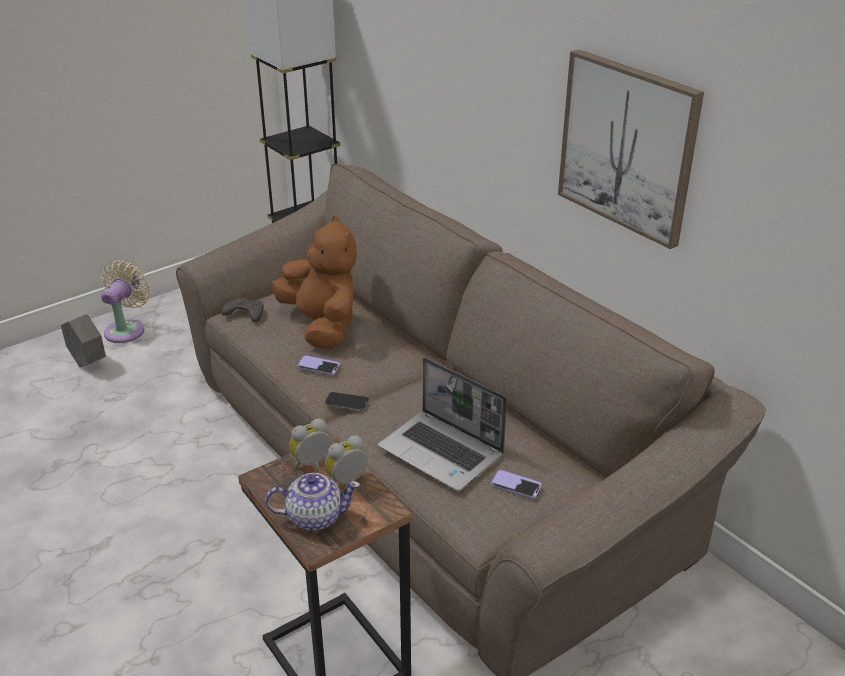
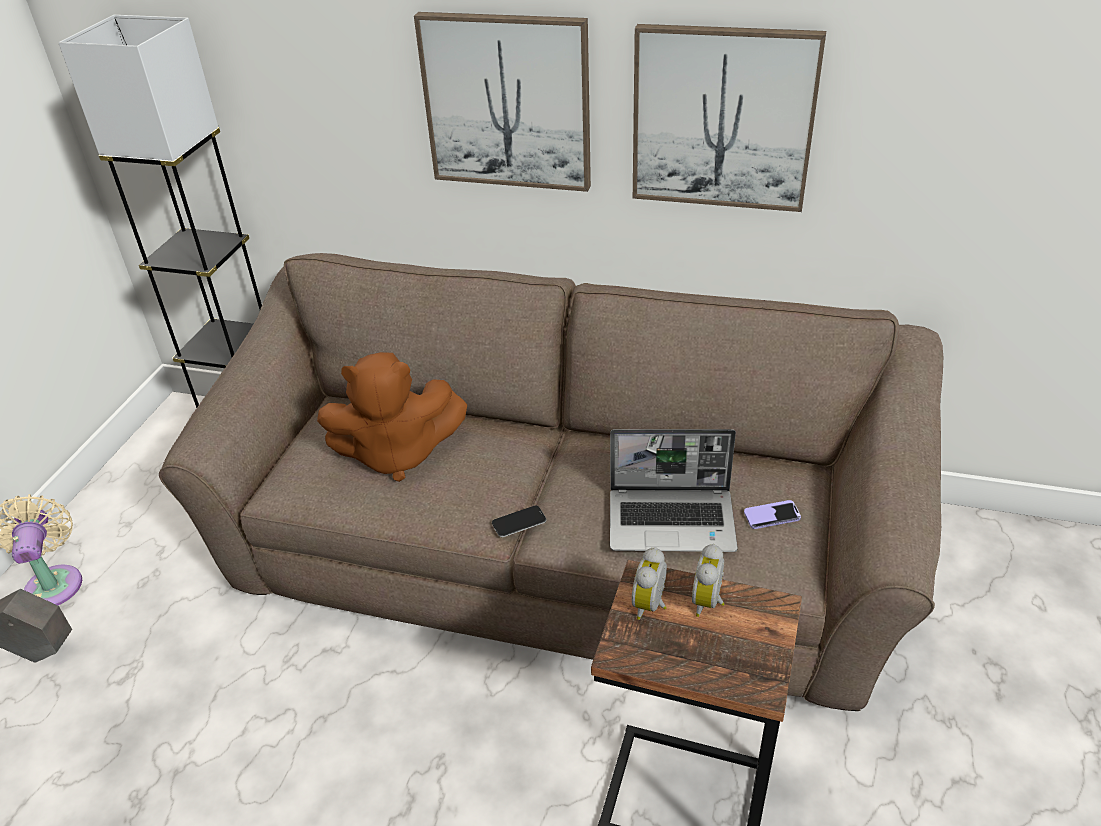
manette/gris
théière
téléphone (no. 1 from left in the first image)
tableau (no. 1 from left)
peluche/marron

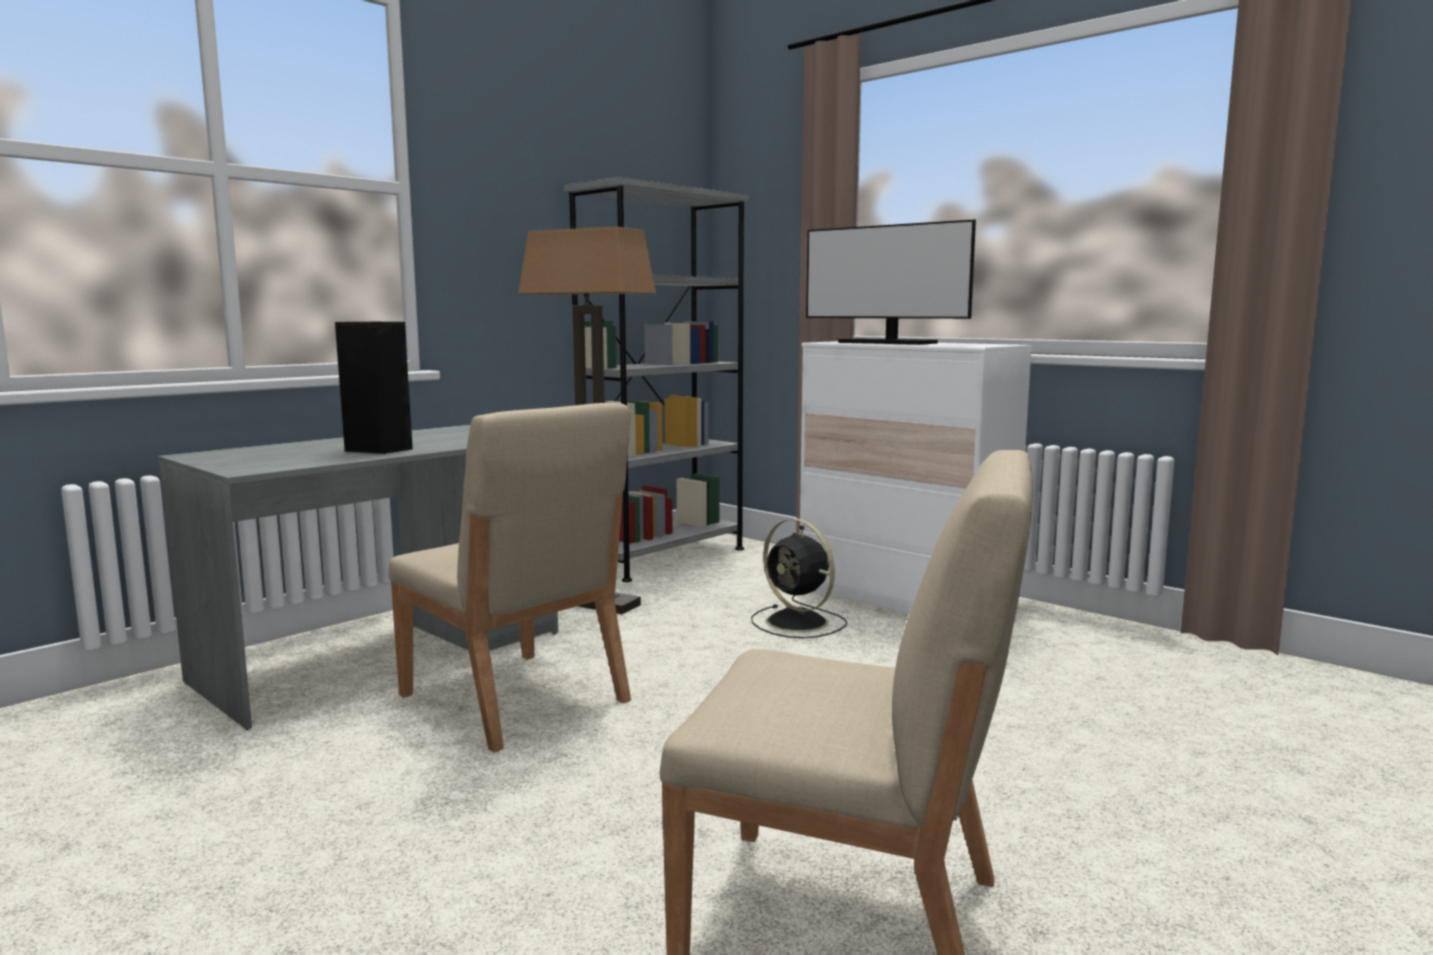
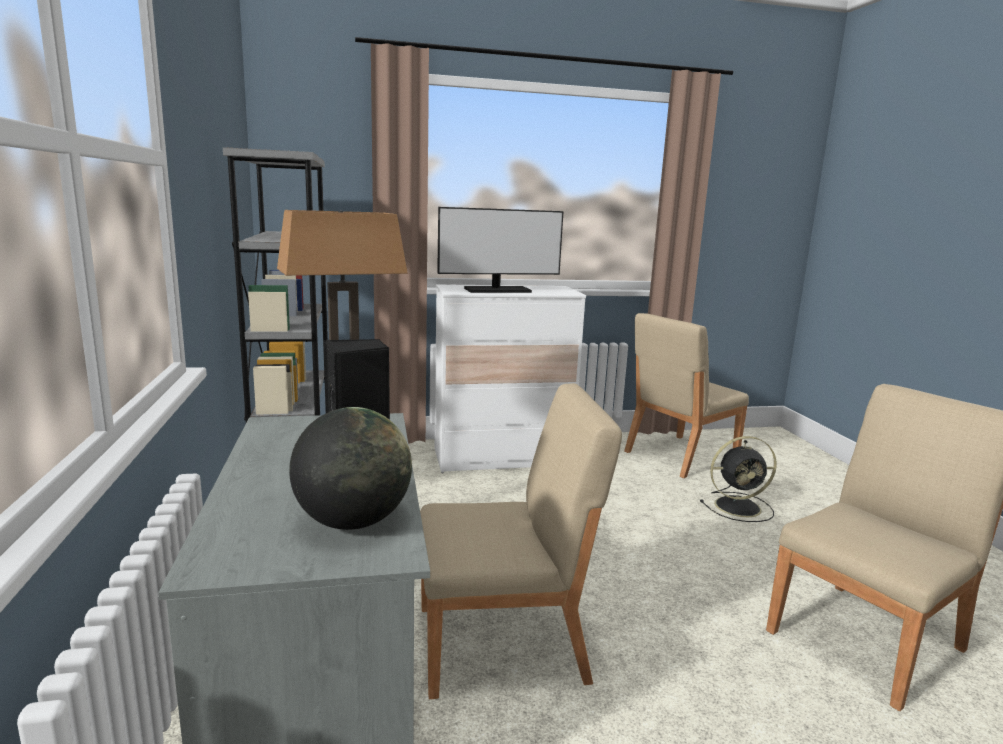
globe
chaise/beige (no. 2 from left)
ventilateur/noir

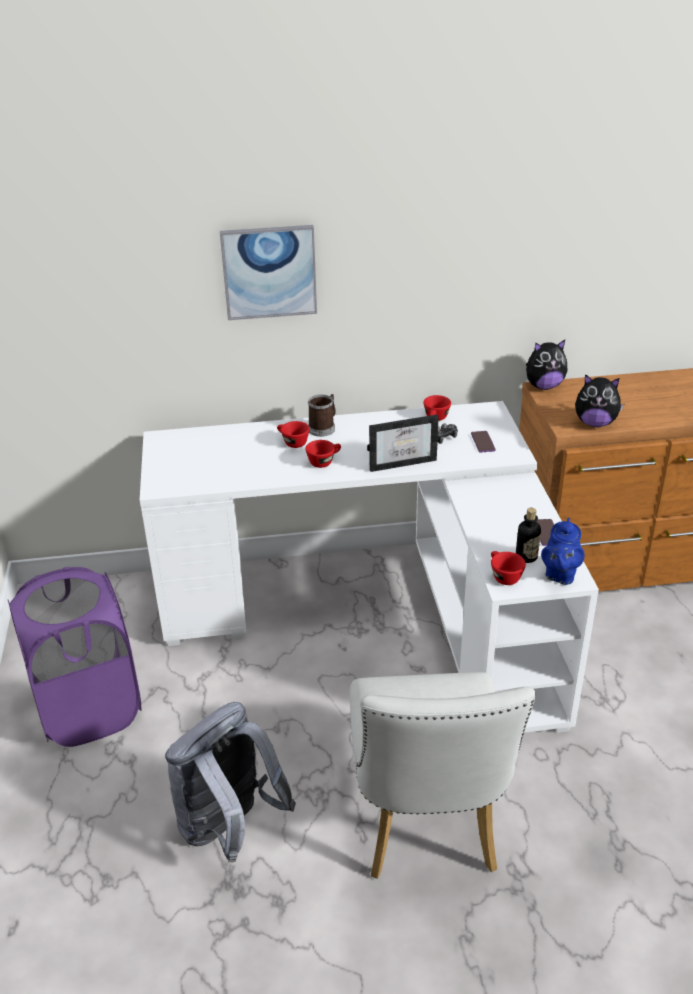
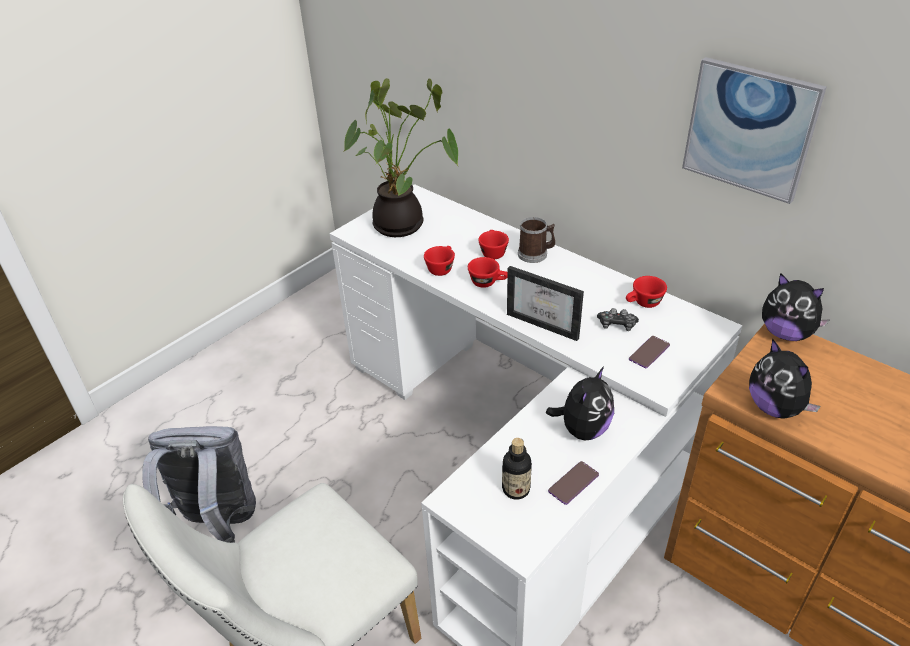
panier à linge/violet
théière/bleu
plante en pot
peluche (no. 1 from left)
tableau
tasse/rouge (no. 1 from left)

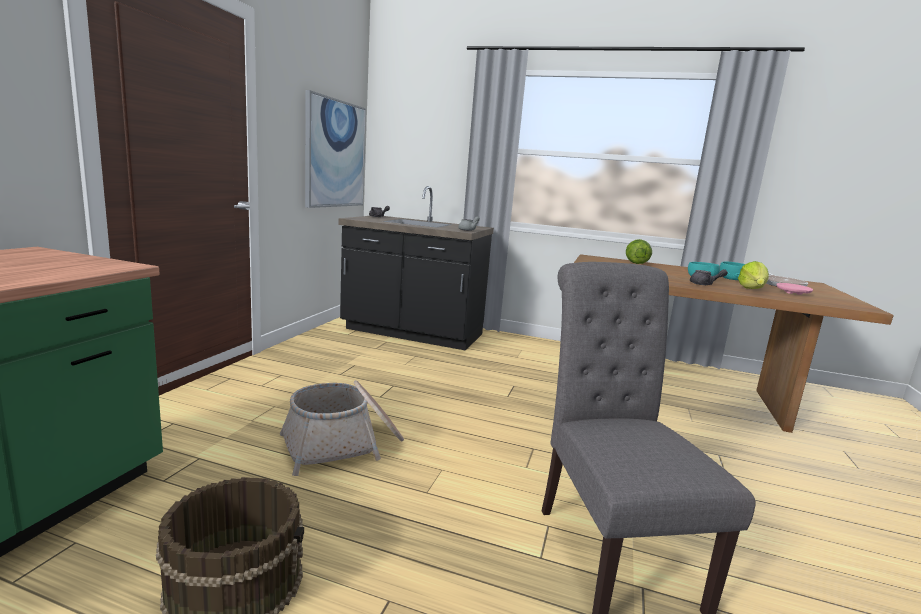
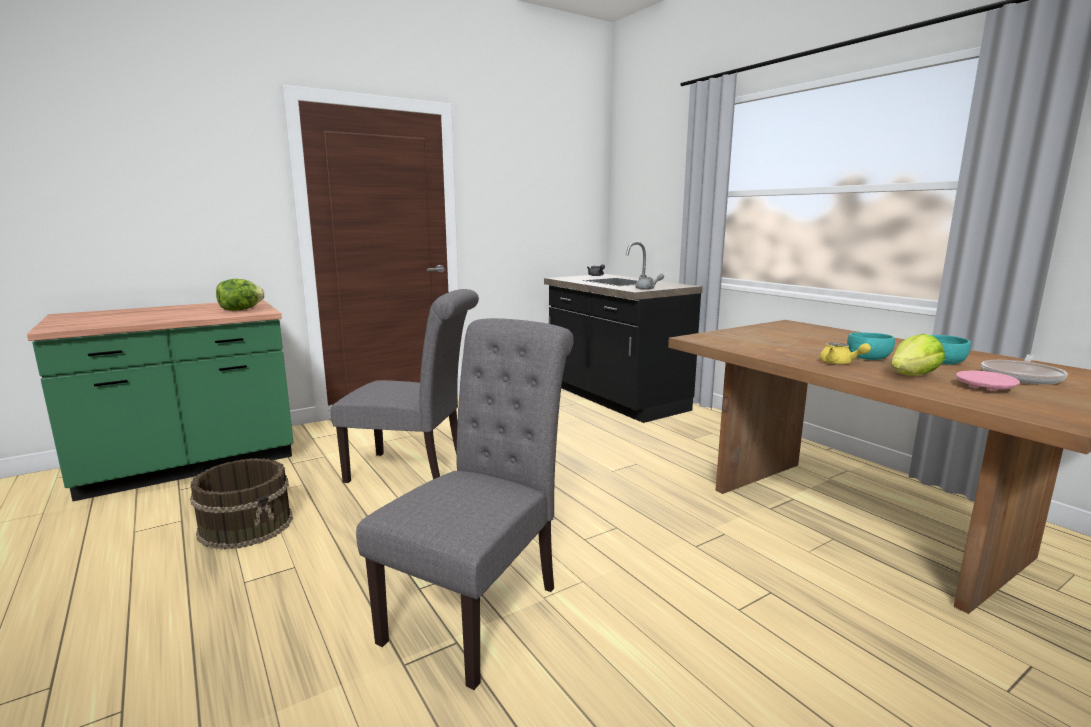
tableau
laitue (no. 1 from left)
chaise/gris (no. 1 from left)
théière/jaune

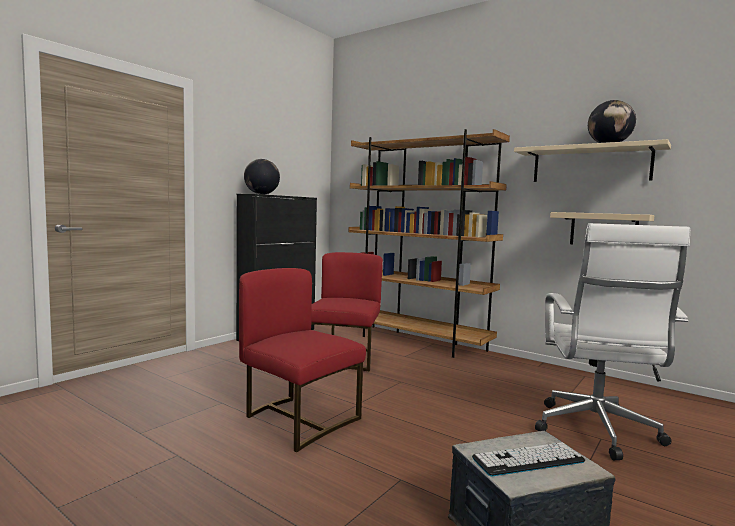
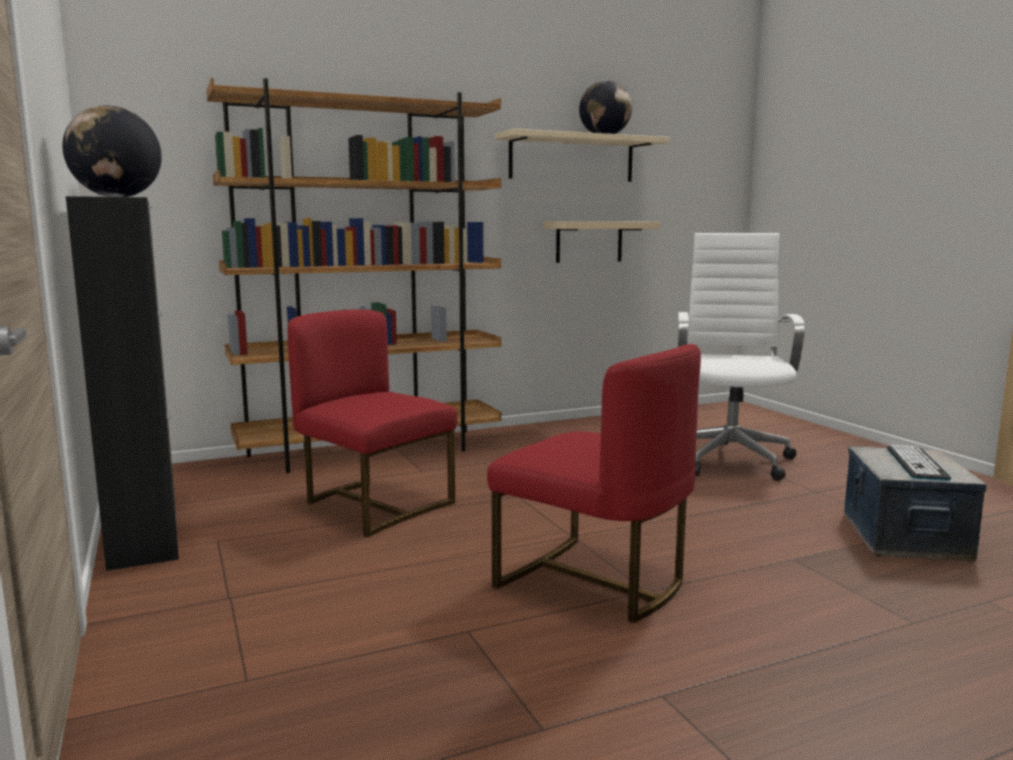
chaise/rouge (no. 2 from left)
chaise de bureau/blanc

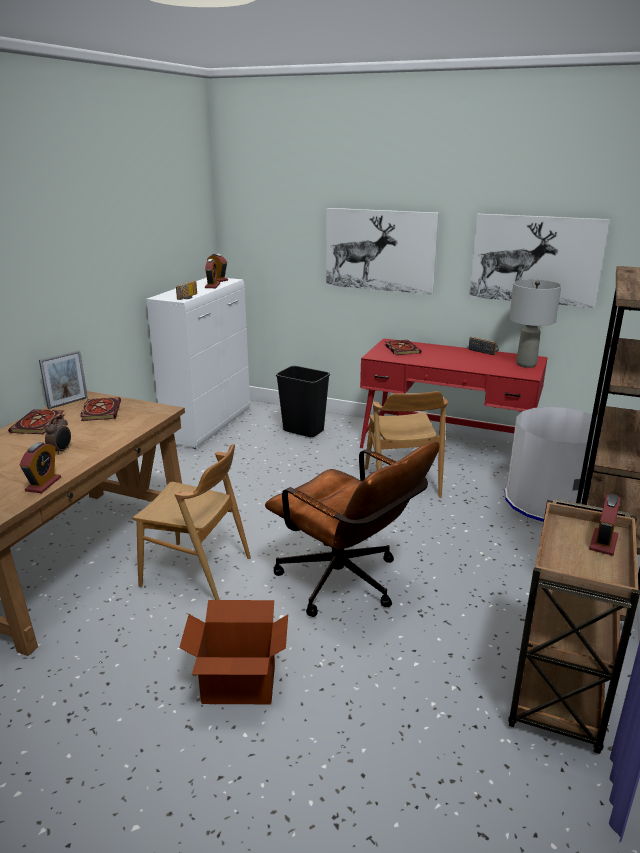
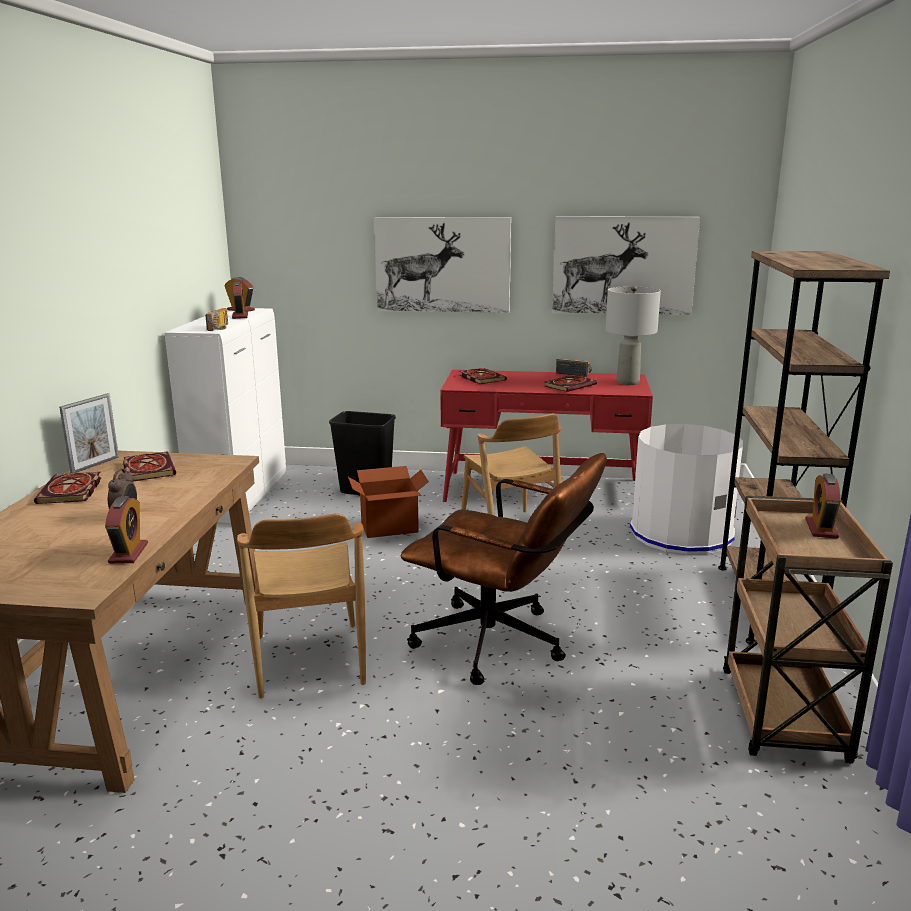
livre (no. 4 from left)
carton
chaise/marron (no. 1 from left)

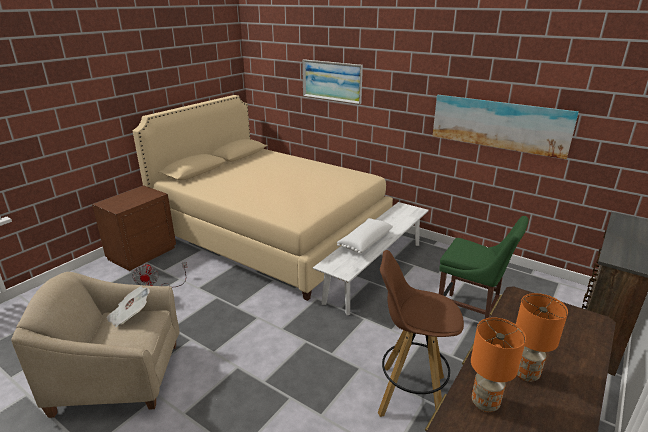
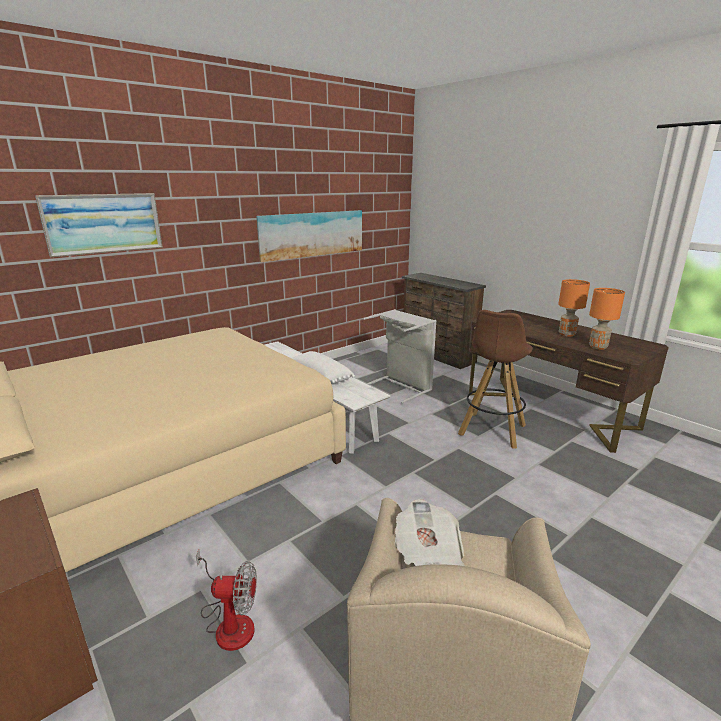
panier à linge/gris

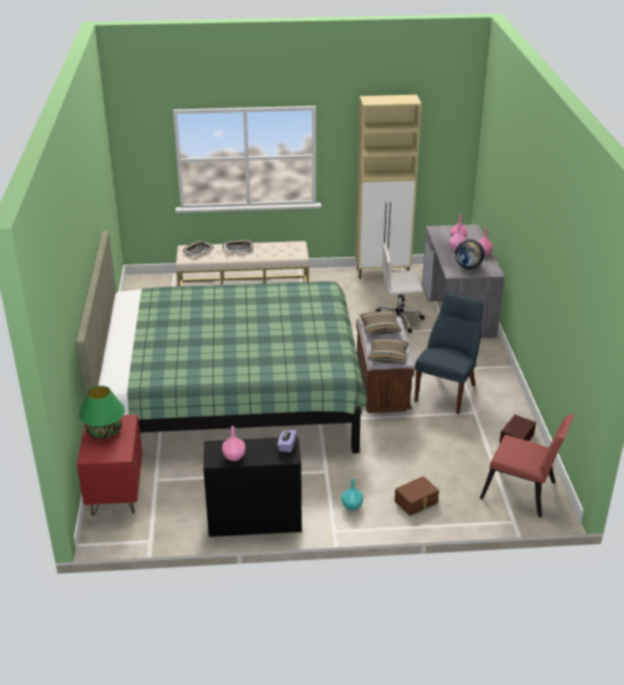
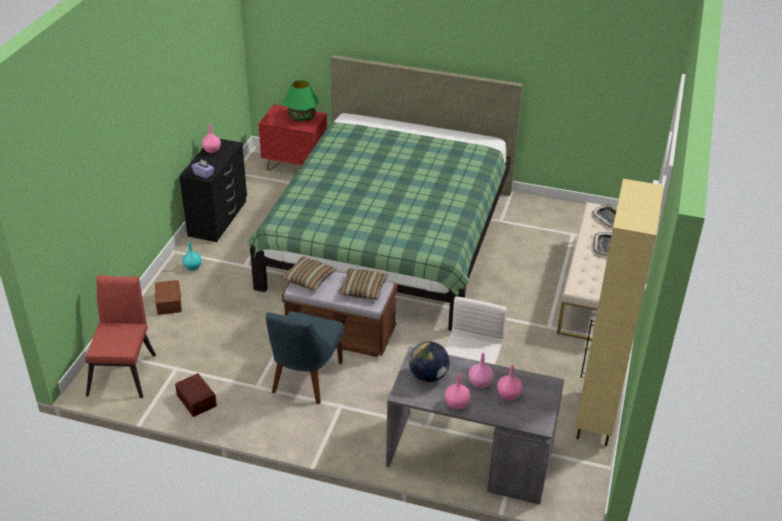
chaise/bleu
chaise/rouge

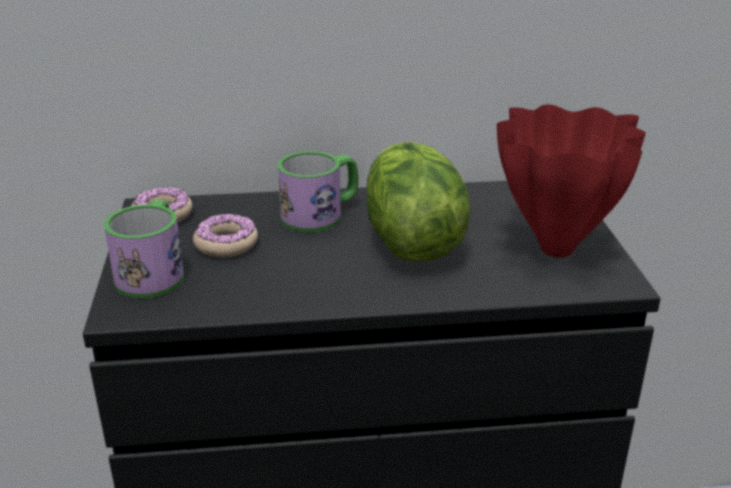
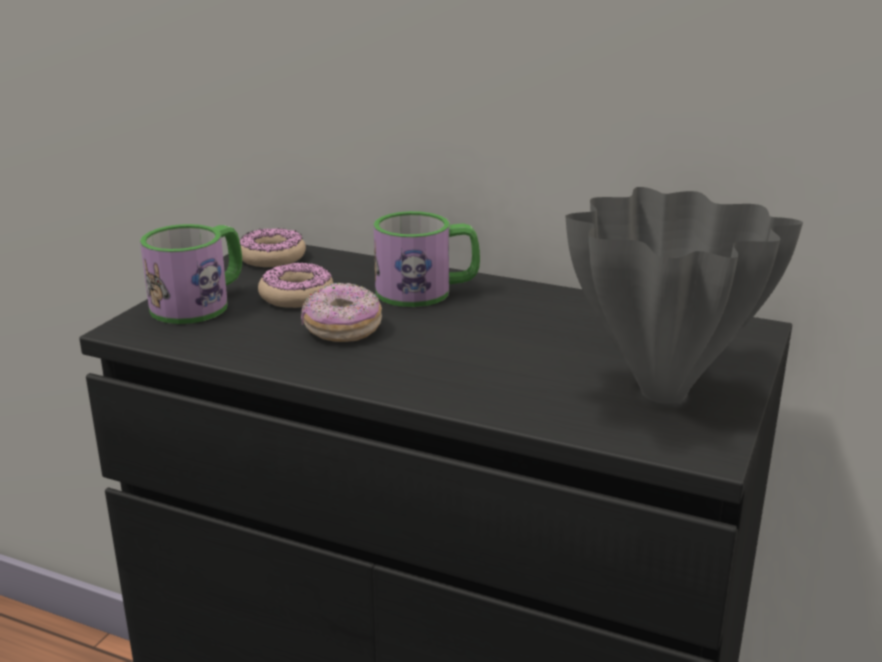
laitue
beignet (no. 3 from left)
vase/gris

